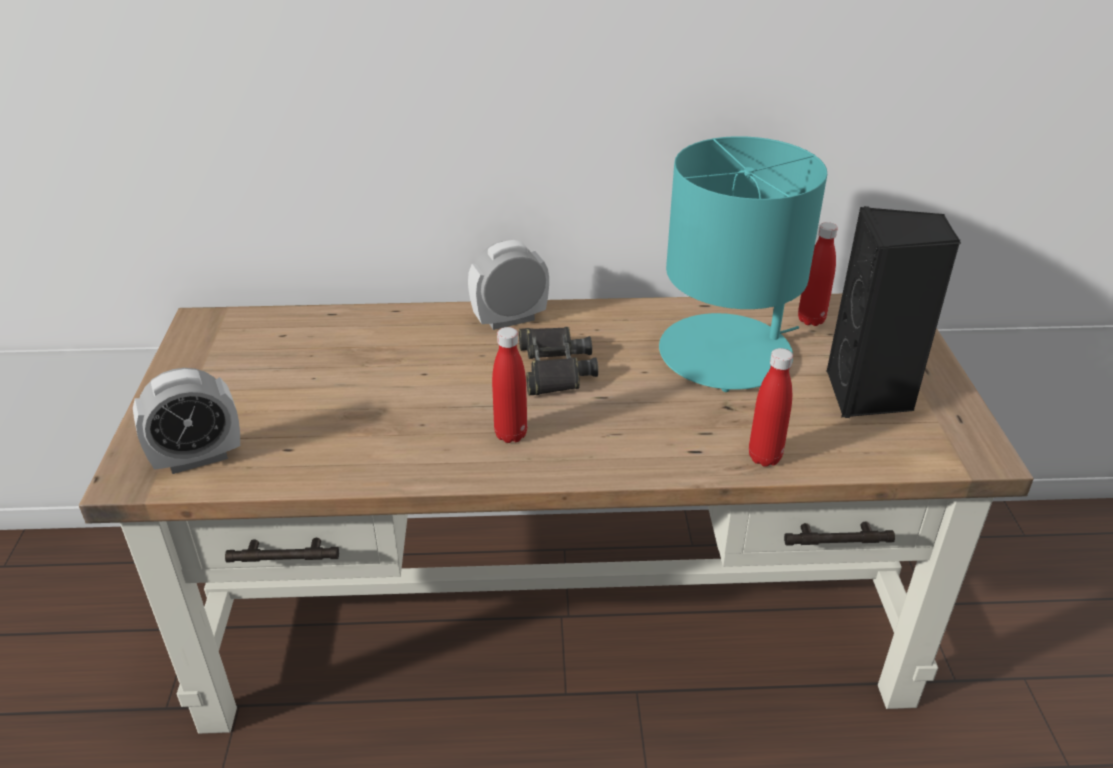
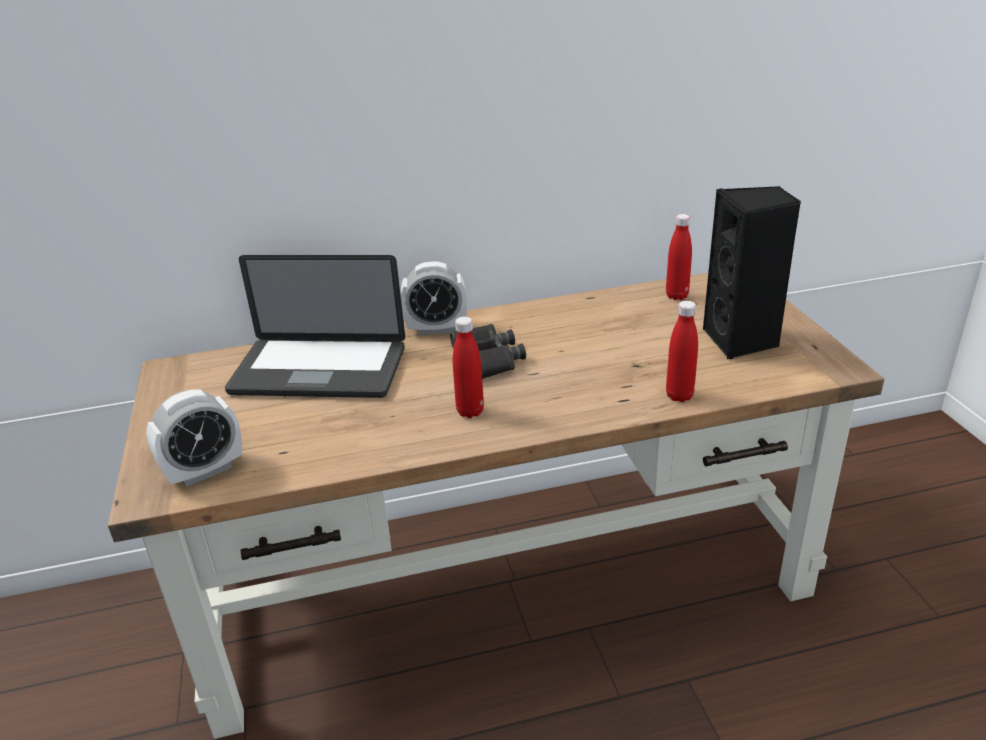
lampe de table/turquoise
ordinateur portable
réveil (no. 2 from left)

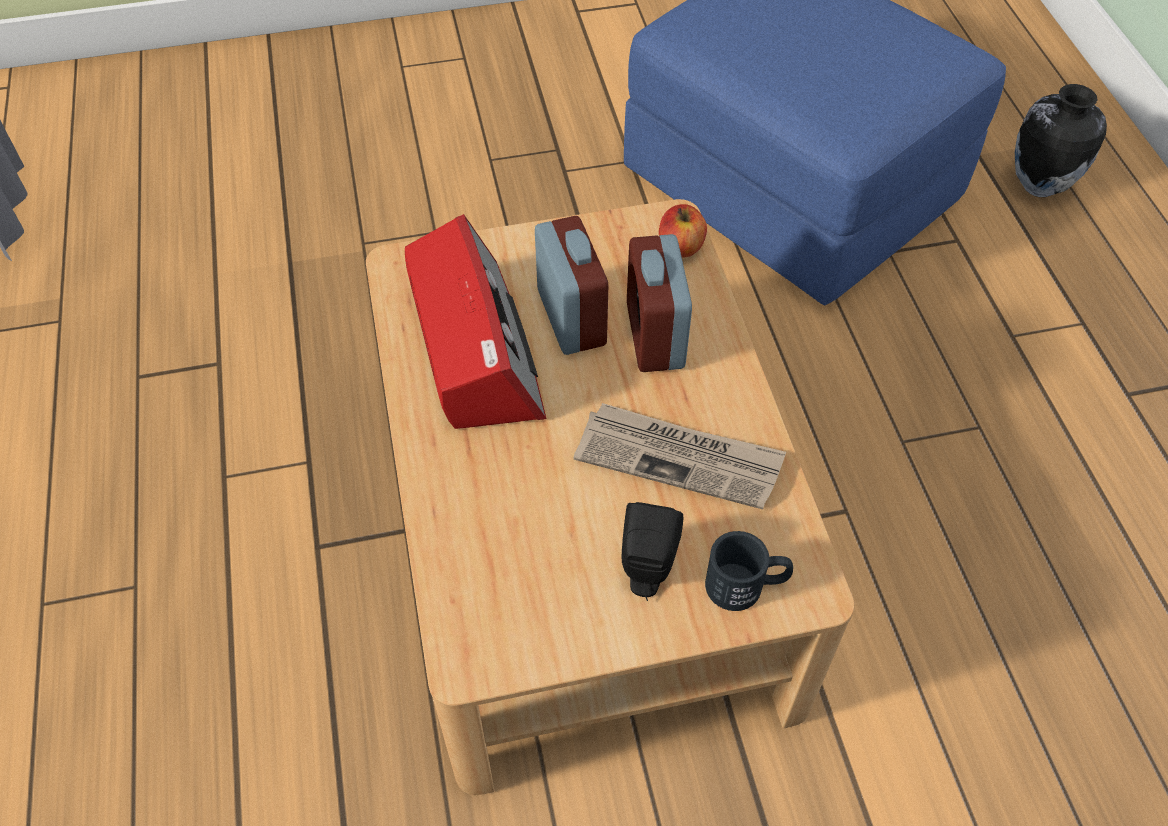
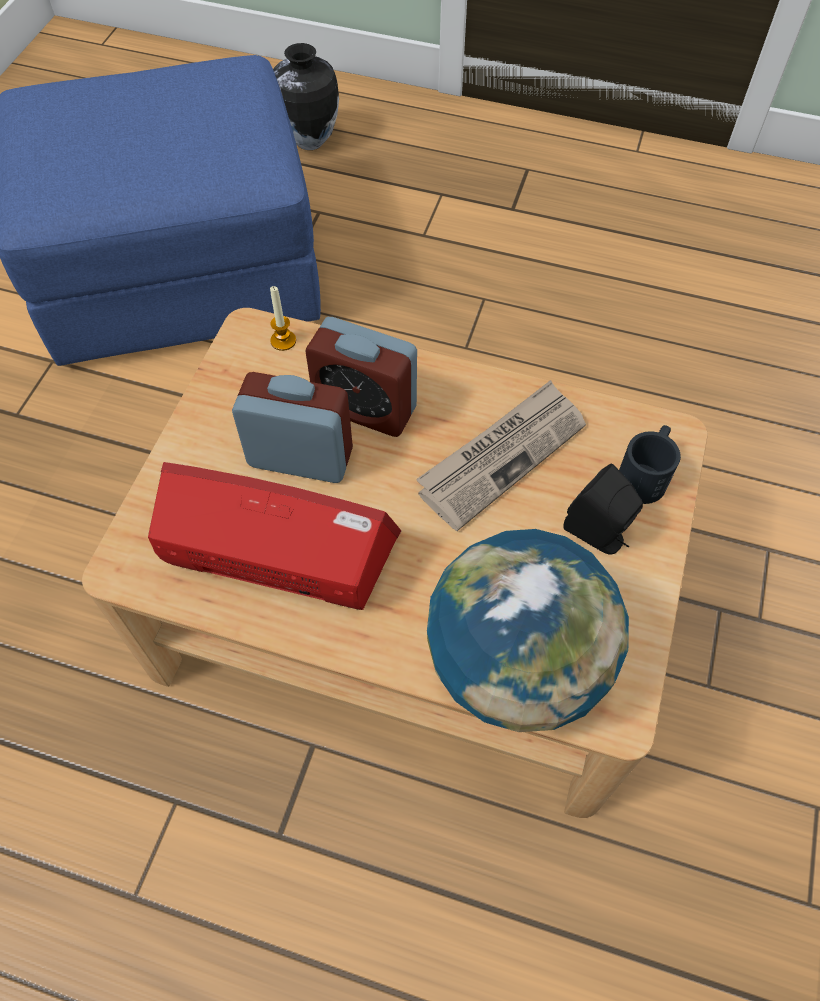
globe
bougie

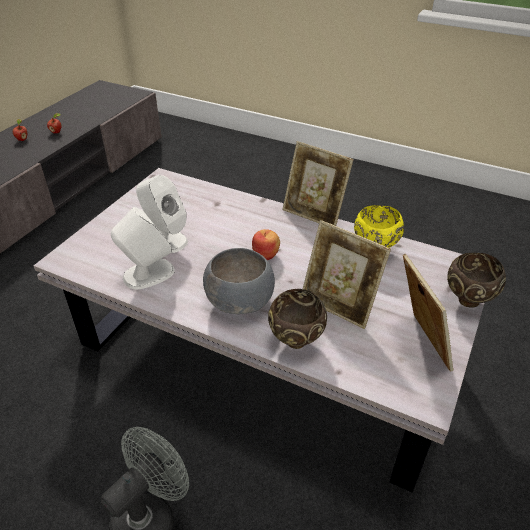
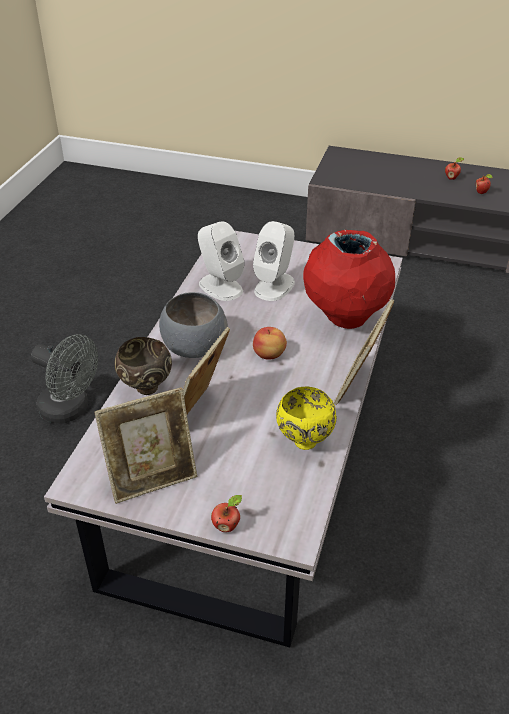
vase/rouge
pomme (no. 1 from left)

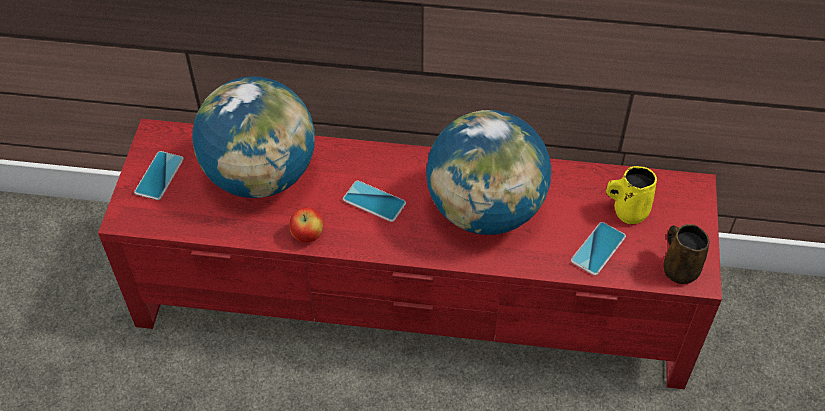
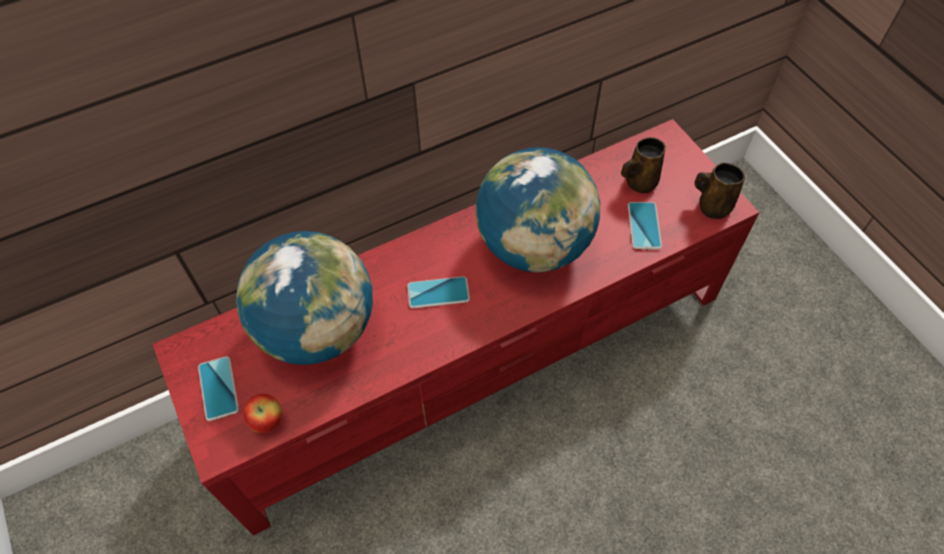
pomme
mug/marron (no. 1 from left)

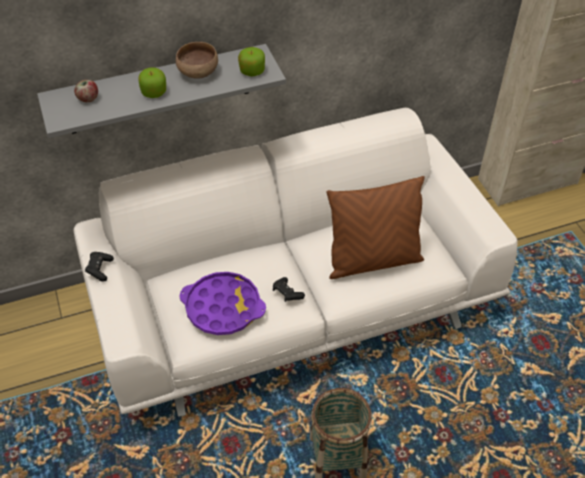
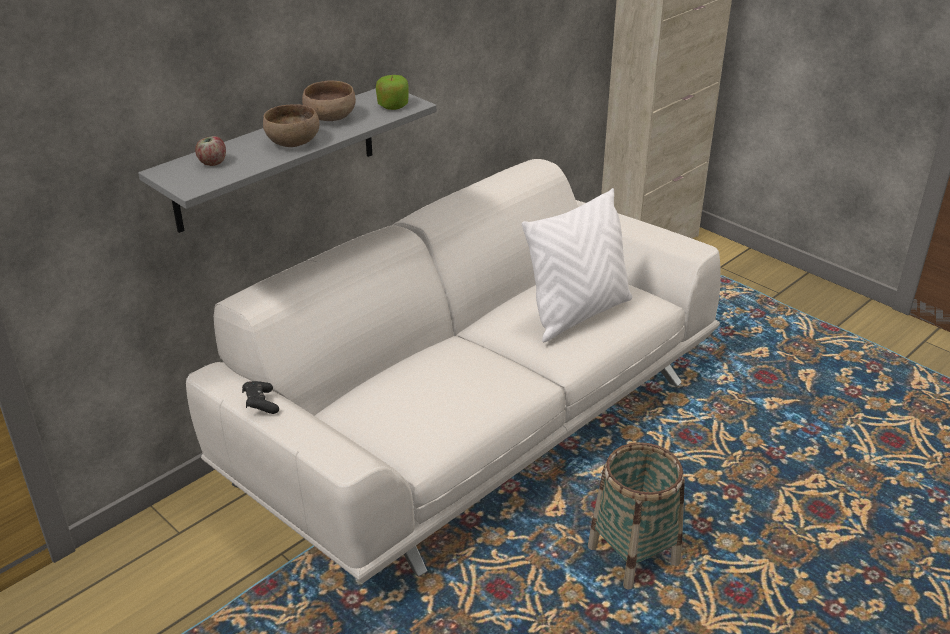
plateau/violet
manette/noir (no. 2 from left in the first image)
bol/marron (no. 1 from left)
coussin/blanc

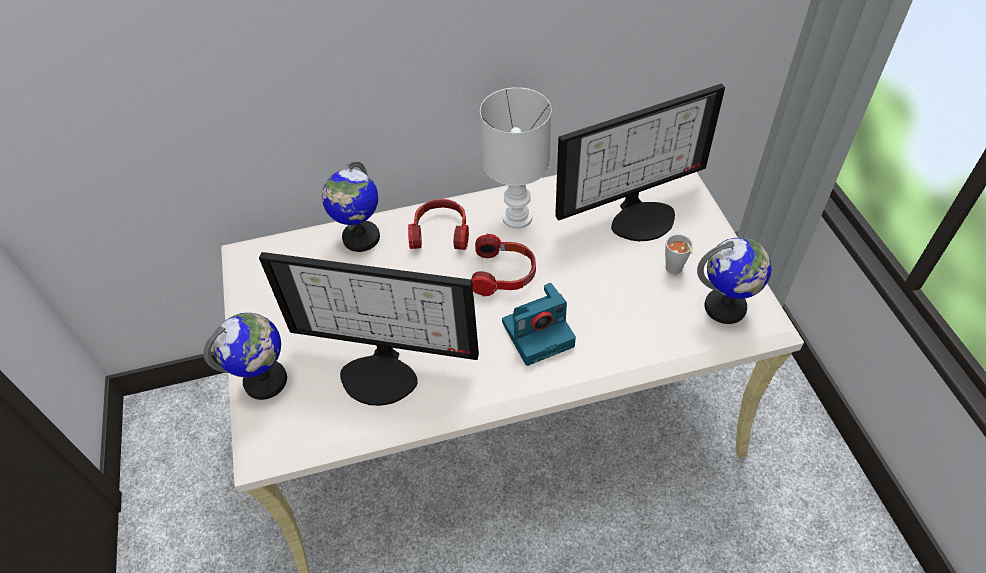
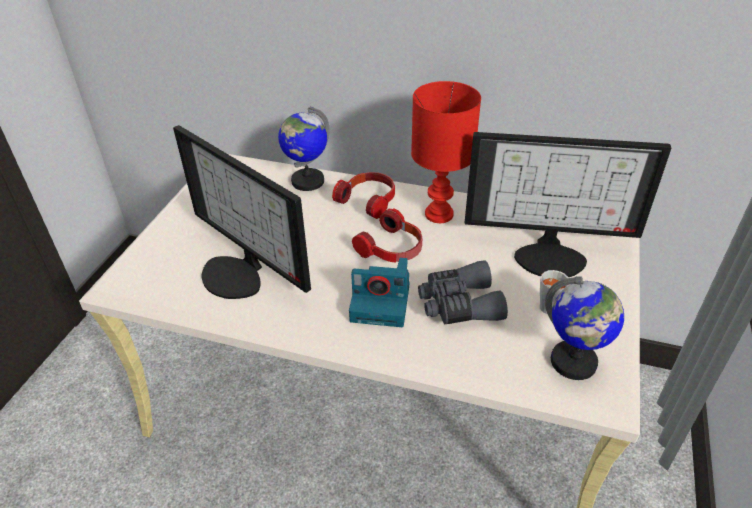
globe (no. 1 from left in the first image)
jumelles/gris
lampe de table/rouge

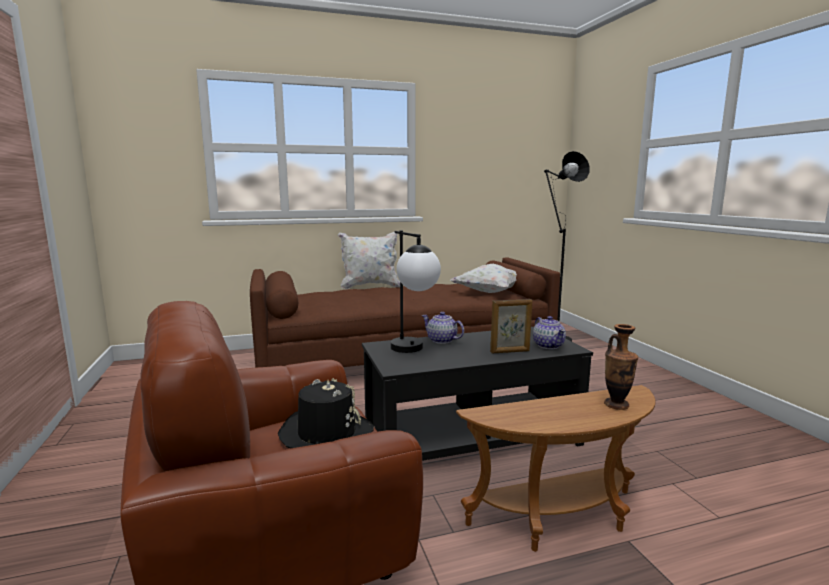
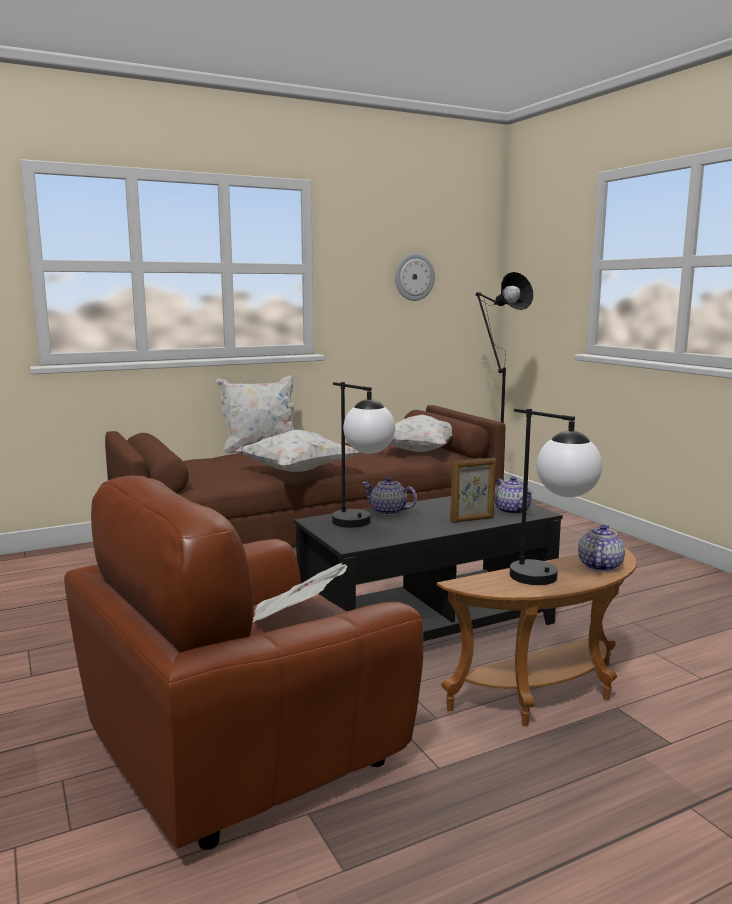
coussin/blanc (no. 2 from left)
horloge murale
lampe de table (no. 2 from left)
journal
théière (no. 3 from left)

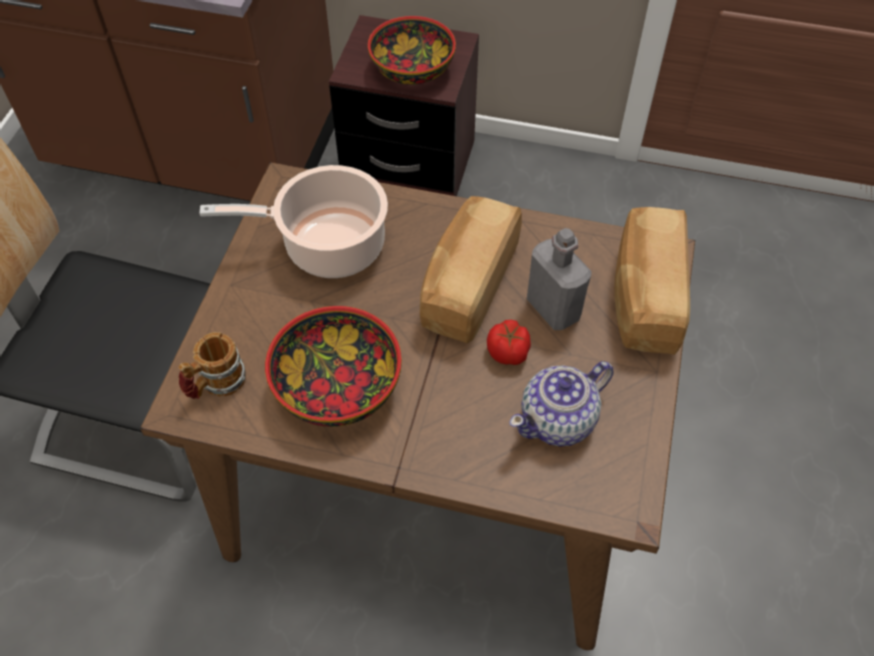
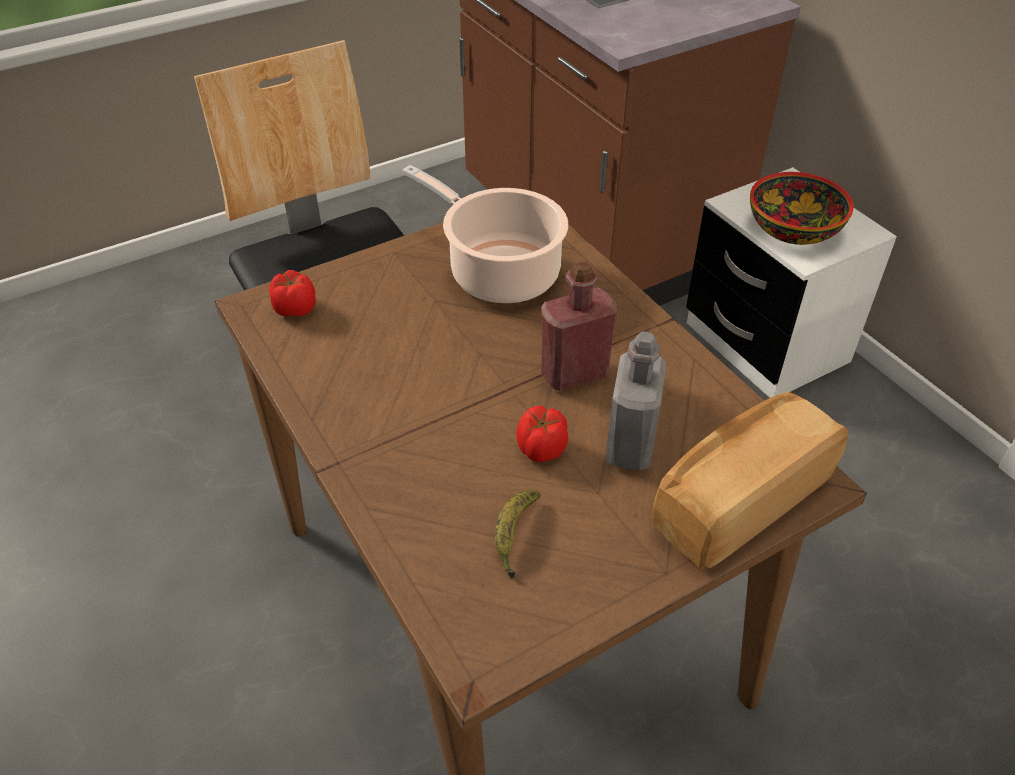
bol (no. 1 from left in the first image)
tomate (no. 1 from left)
bouteille/rouge
banane
table de chevet/blanc

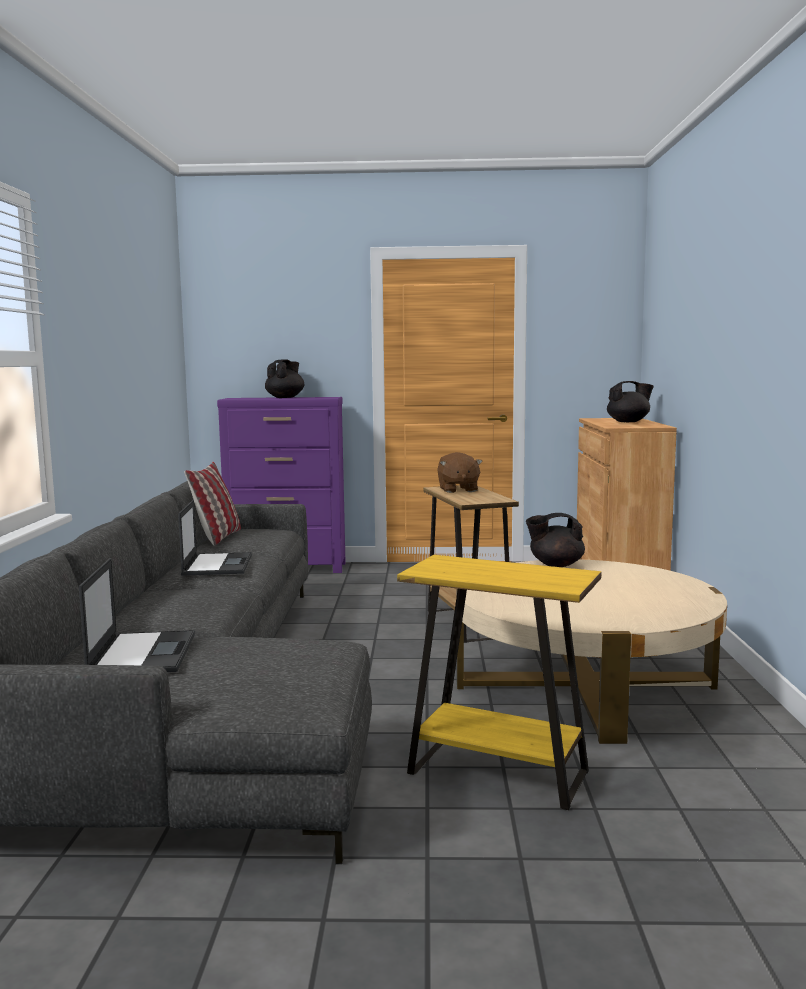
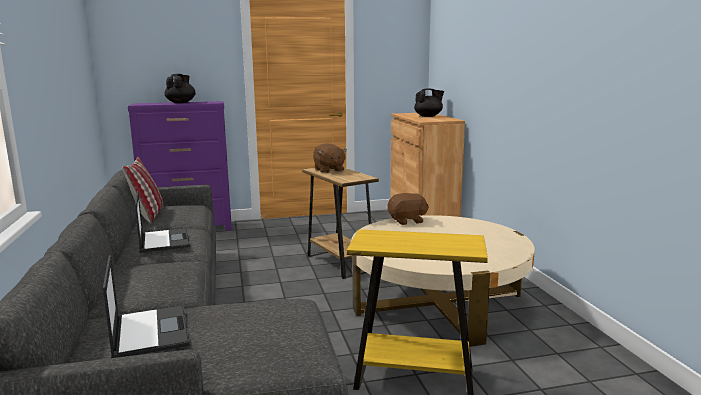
peluche/marron (no. 2 from left)

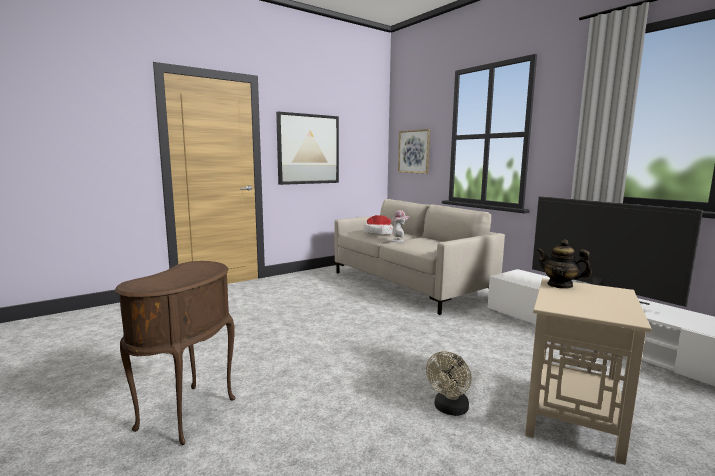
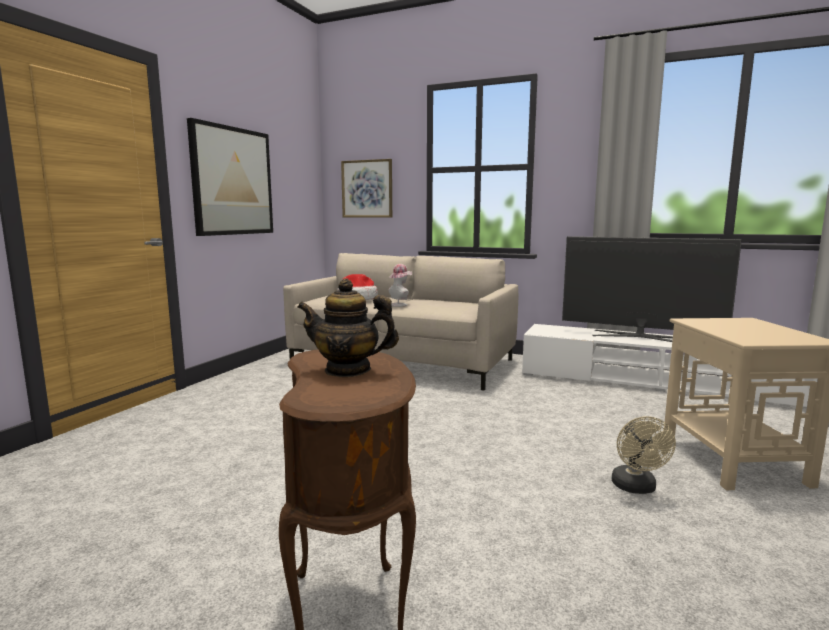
théière

